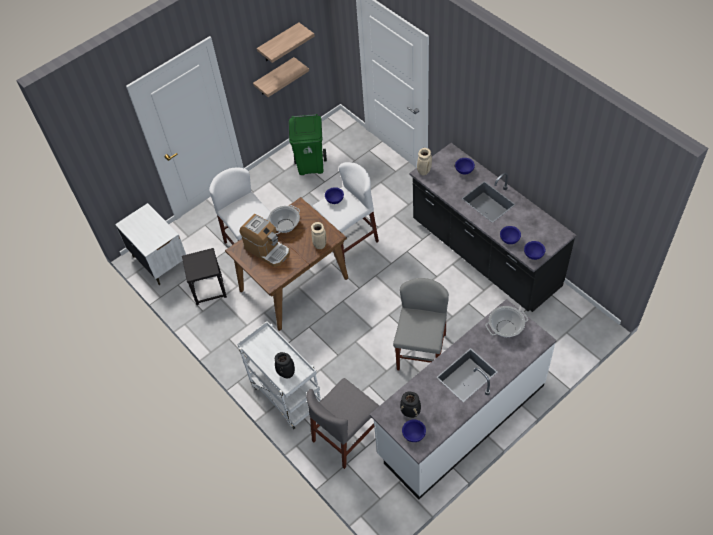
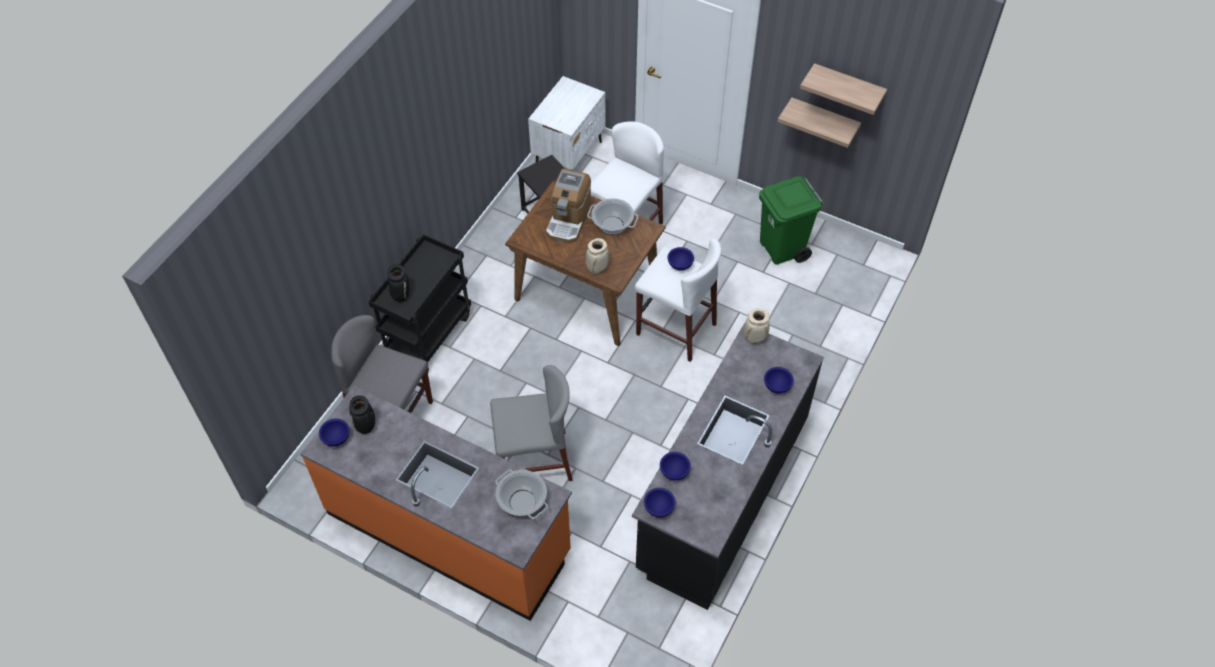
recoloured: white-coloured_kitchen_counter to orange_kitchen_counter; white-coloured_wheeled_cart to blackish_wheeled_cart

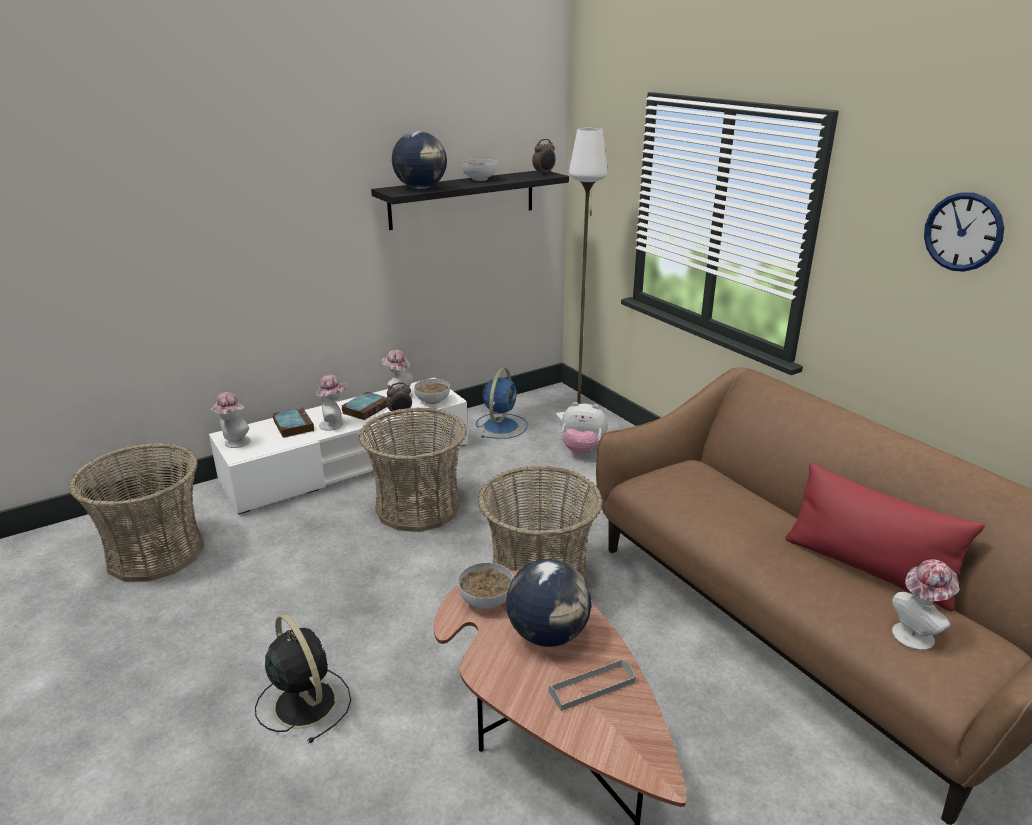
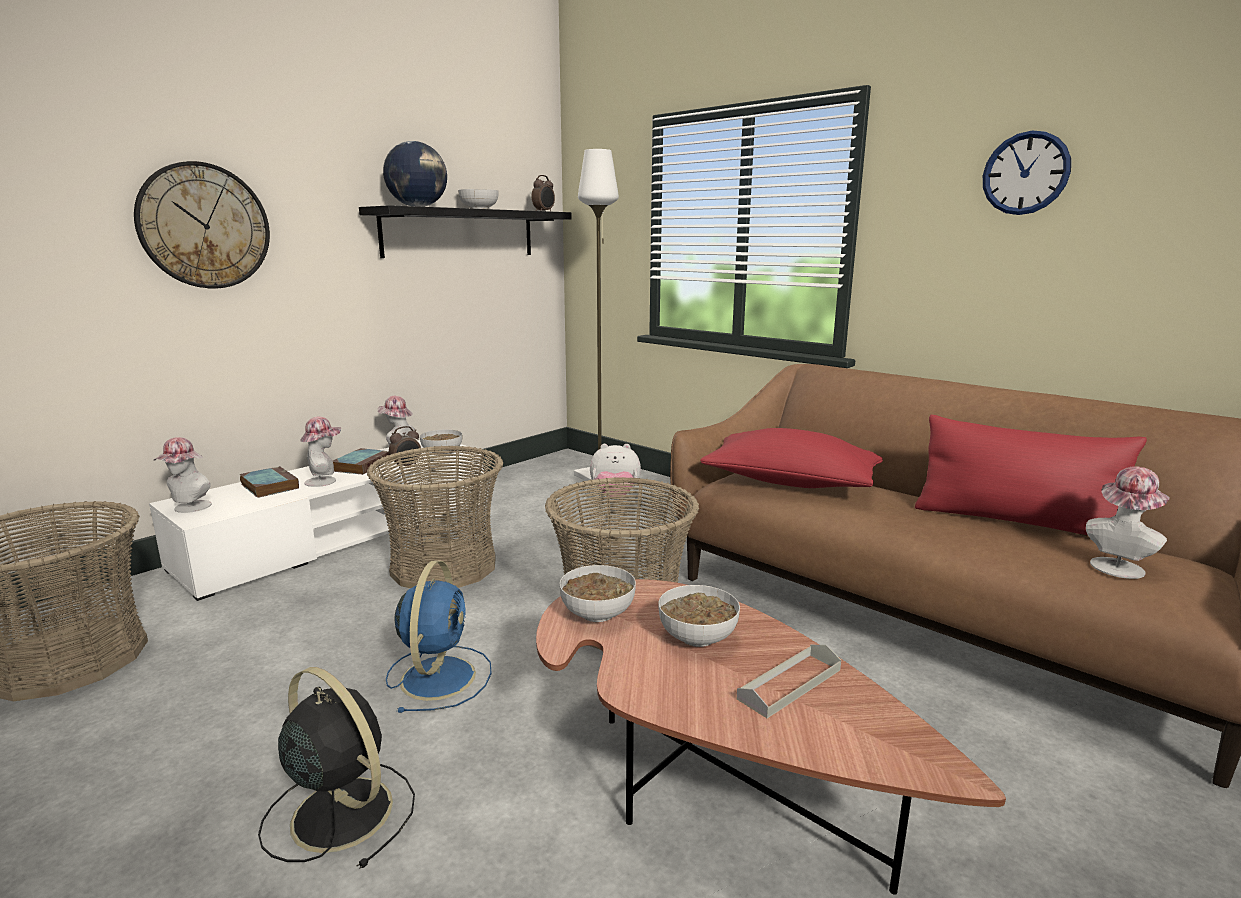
added: clock_on_the_wall (1st from left); red_cushion (1st from left)
moved: blue-coloured_electric_fan
replaced: desk_globe (2nd from left) to deep_dish (4th from left)

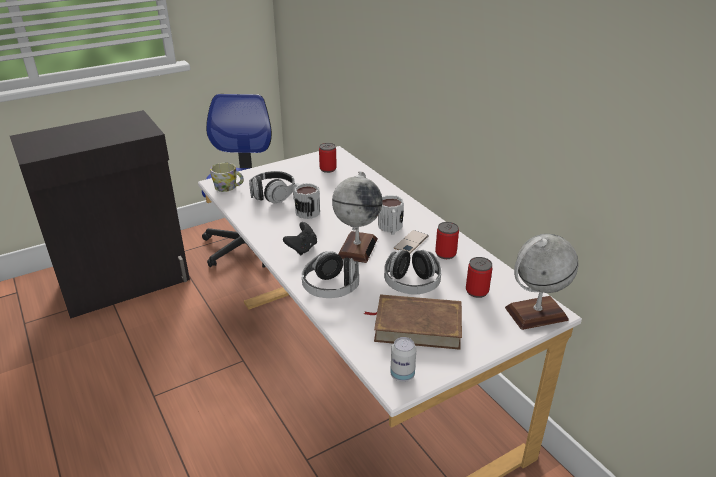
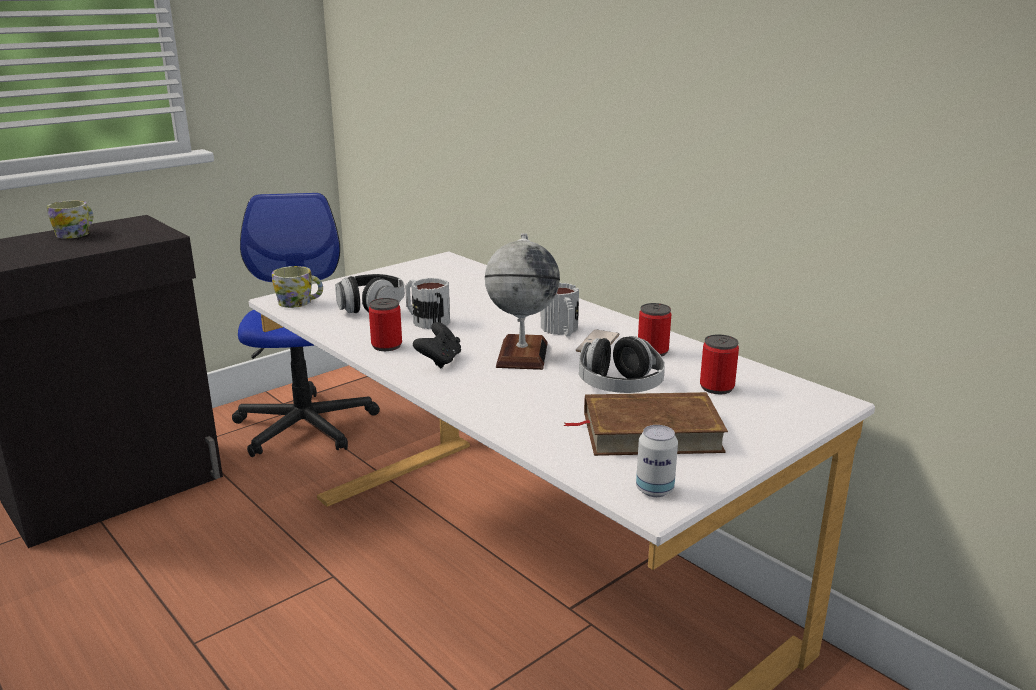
removed: desk_globe (2nd from left); headset (2nd from left)
added: coffee_mug (1st from left)
moved: can (1st from left)

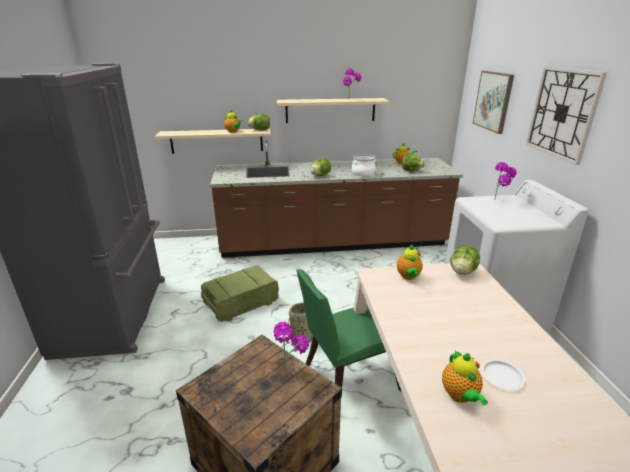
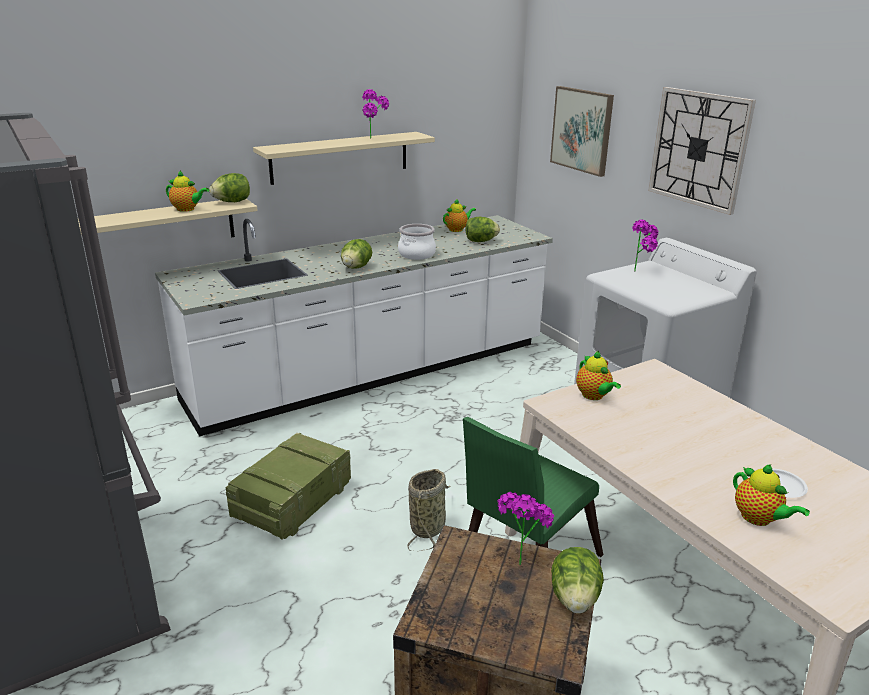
moved: lettuce (4th from left)
recoloured: brown-coloured_kitchen_counter to white-coloured_kitchen_counter

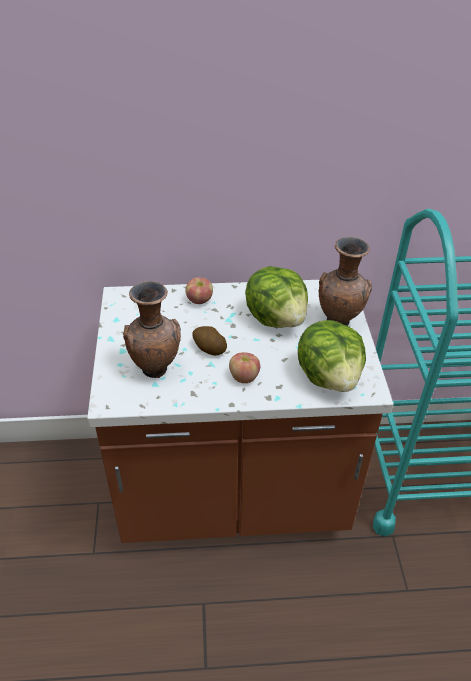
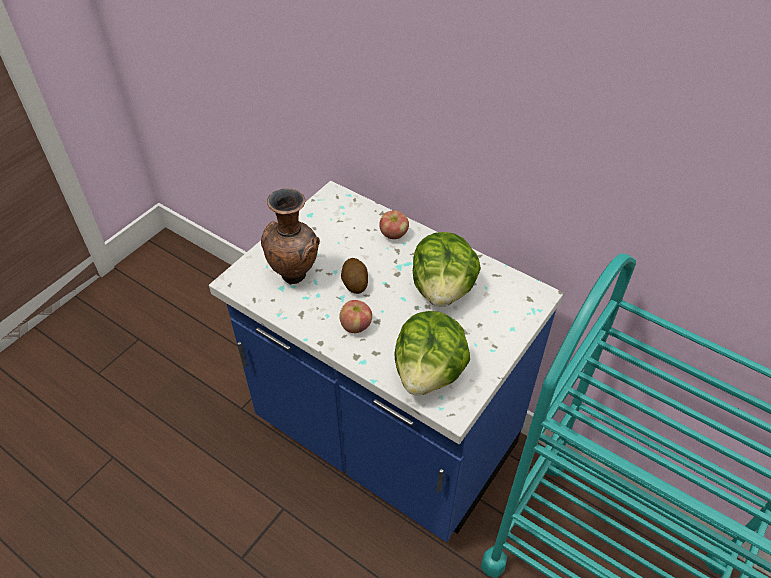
removed: brown-coloured_vase (2nd from left)
recoloured: brown-coloured_kitchen_counter to blue-coloured_kitchen_counter

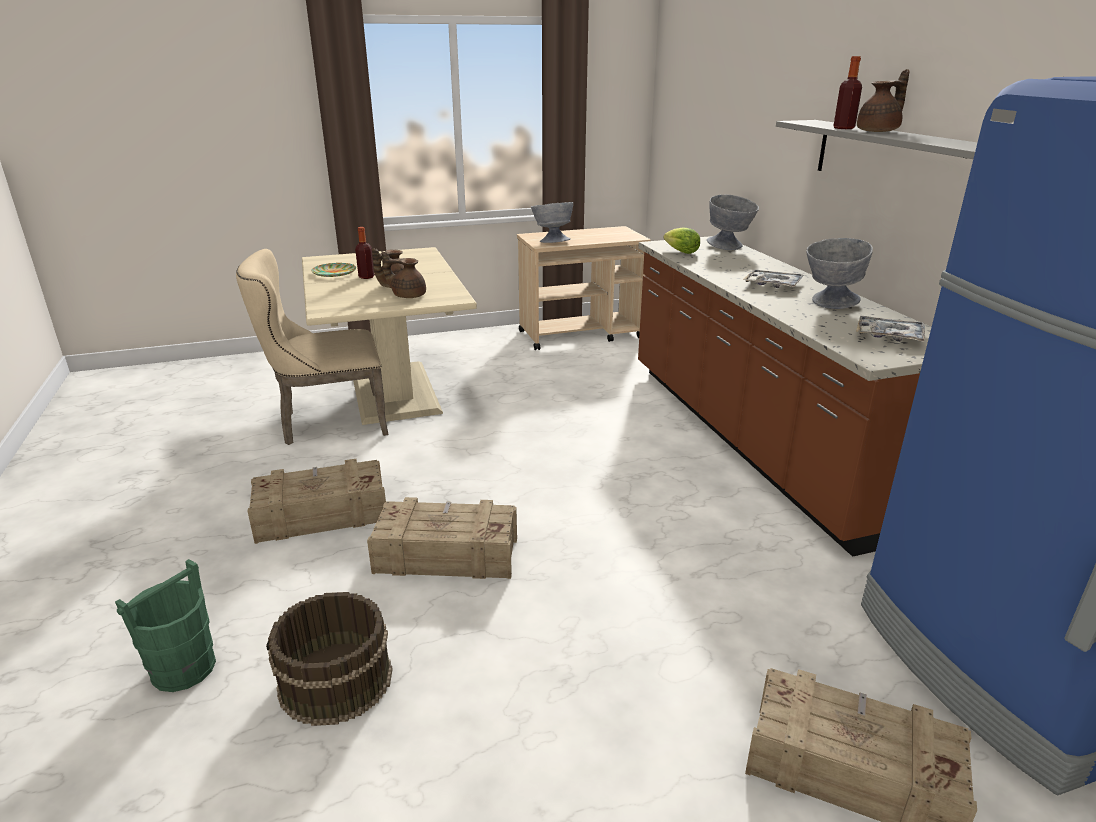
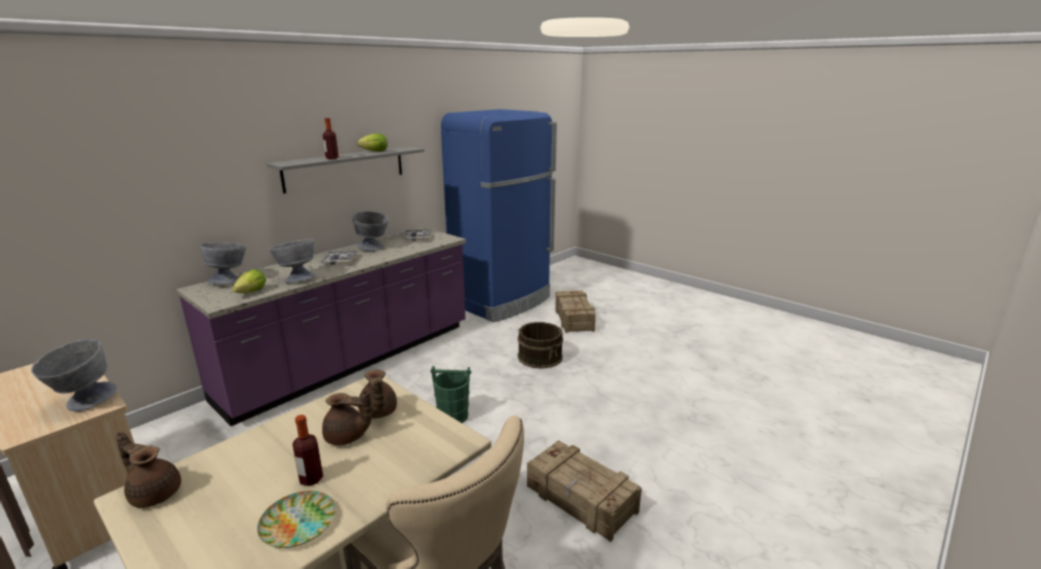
removed: packing_crate (2nd from left)
added: lettuce (2nd from left); greyish_deep_dish (3rd from left)
moved: brown-coloured_teapot (3rd from left in the first image) to brown-coloured_teapot (1st from left); green-coloured_bucket; brown-coloured_bucket
recoloured: brown-coloured_kitchen_counter to purple_kitchen_counter

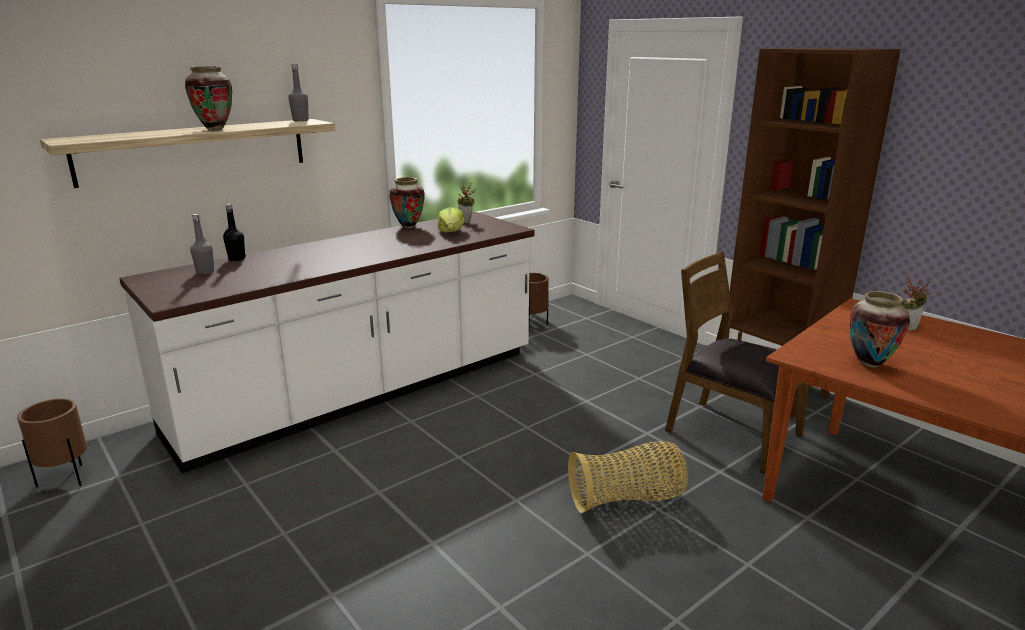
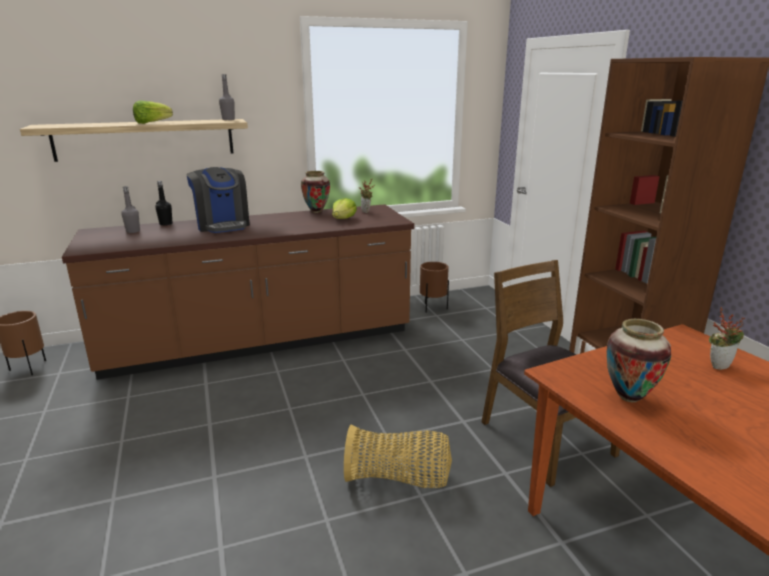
added: coffee_maker
replaced: vase (1st from left) to lettuce (1st from left)
recoloured: white-coloured_kitchen_counter to brown-coloured_kitchen_counter

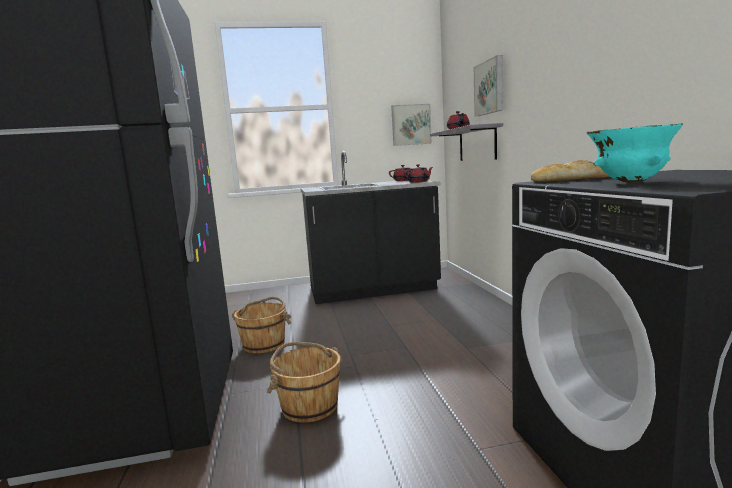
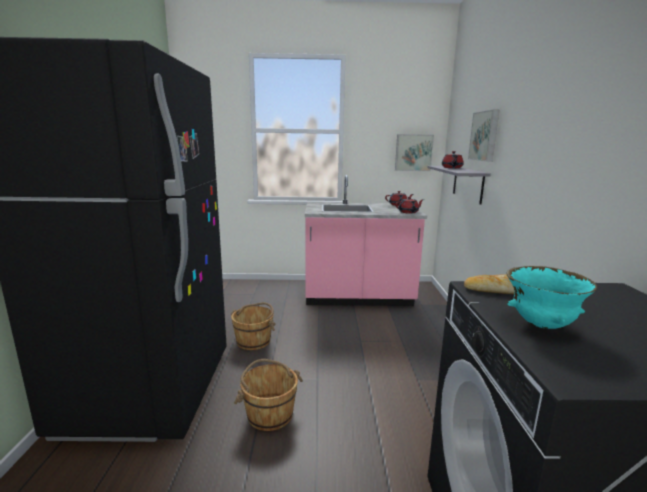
recoloured: blackish_kitchen_counter to pink_kitchen_counter

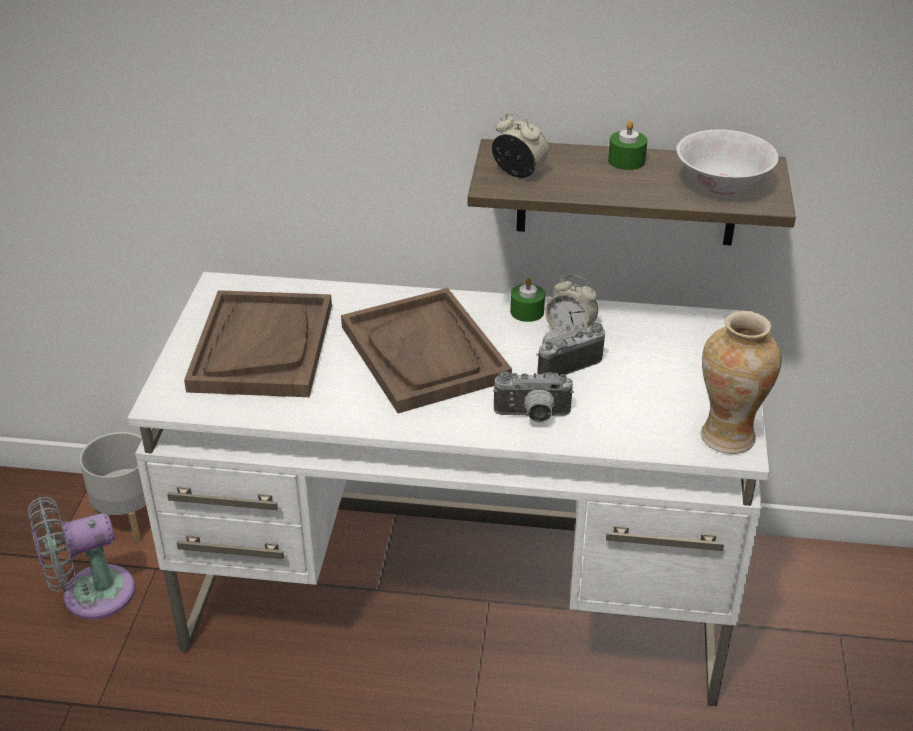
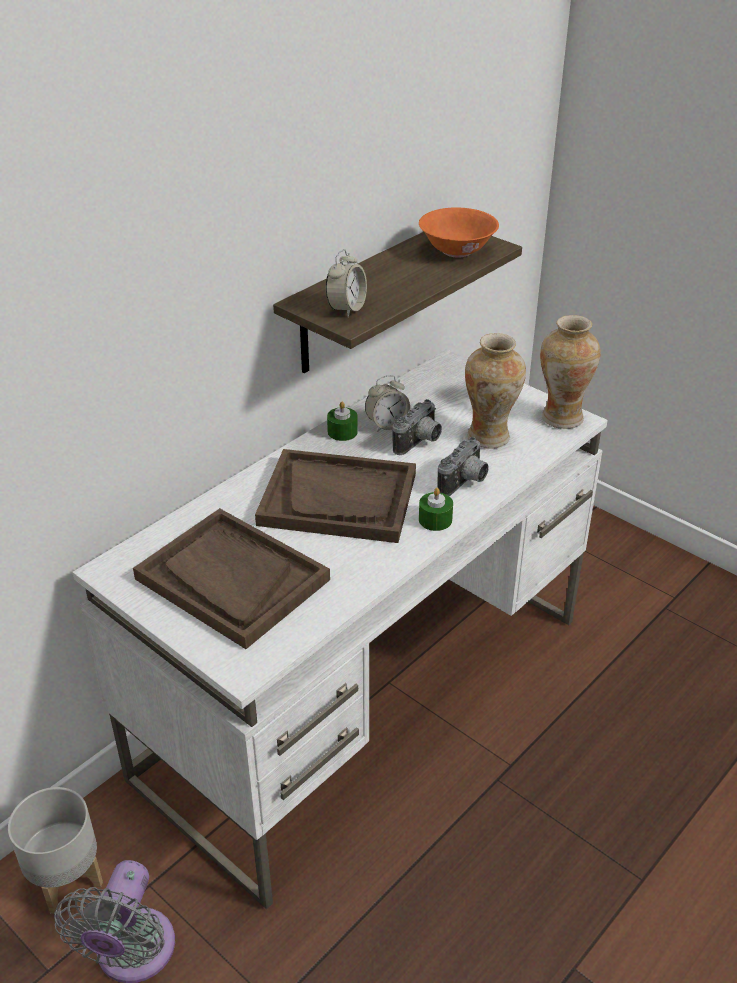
added: vase (1st from left)
moved: green-coloured_candle (2nd from left)
recoloured: white-coloured_deep_dish to orange_deep_dish
turned: table_clock (1st from left) 135 degrees clockwise; still_camera (2nd from left in the first image) 150 degrees counterclockwise

